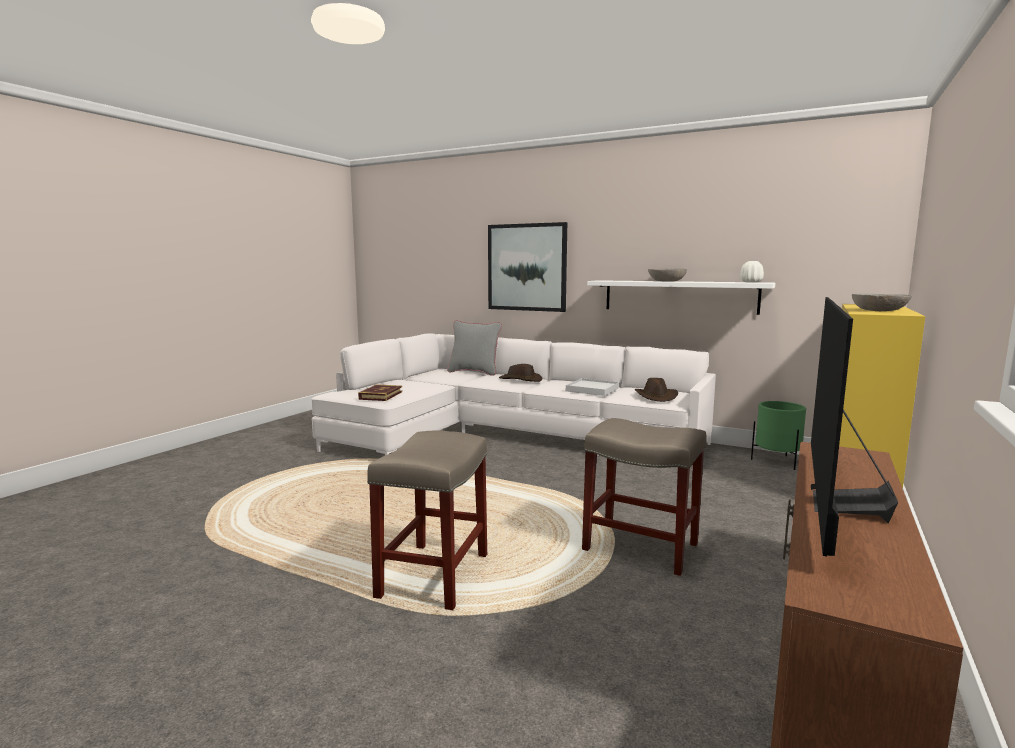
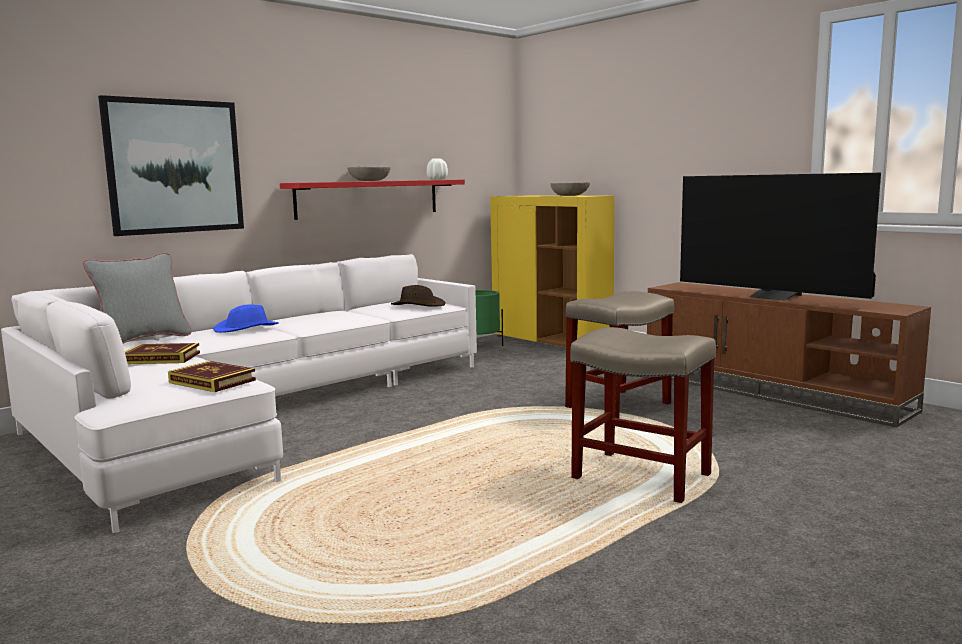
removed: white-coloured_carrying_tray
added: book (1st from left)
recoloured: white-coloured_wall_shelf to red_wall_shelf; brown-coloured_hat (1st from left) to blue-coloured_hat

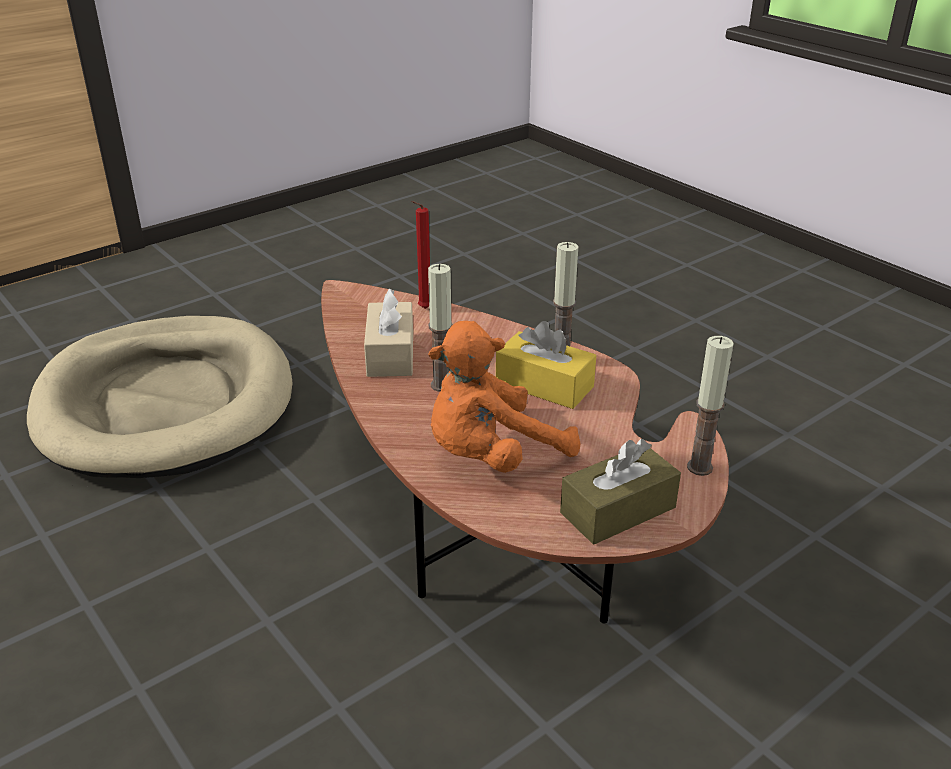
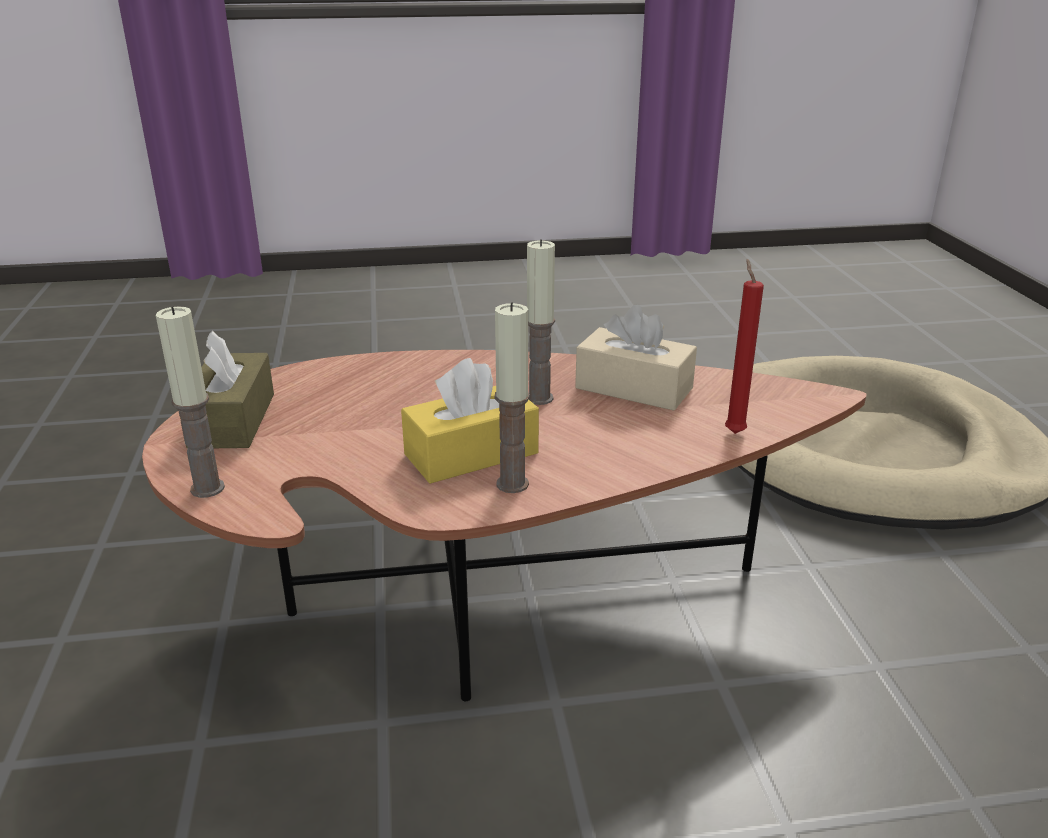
removed: orange_soft_toy

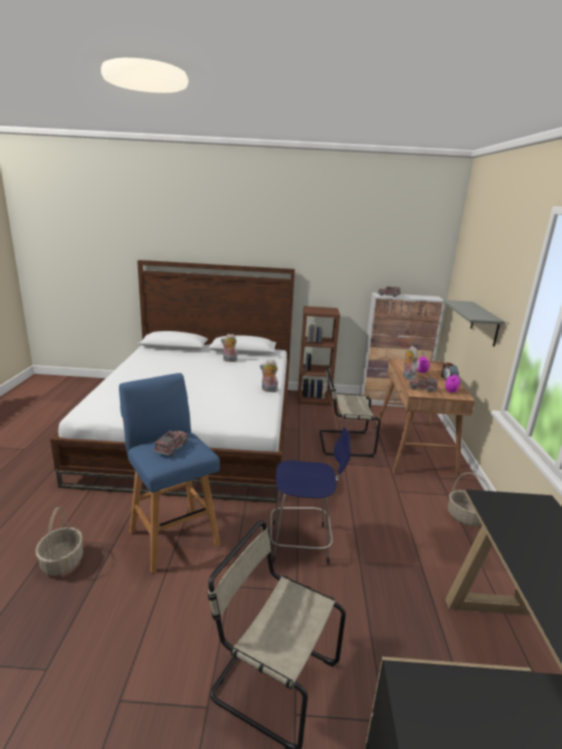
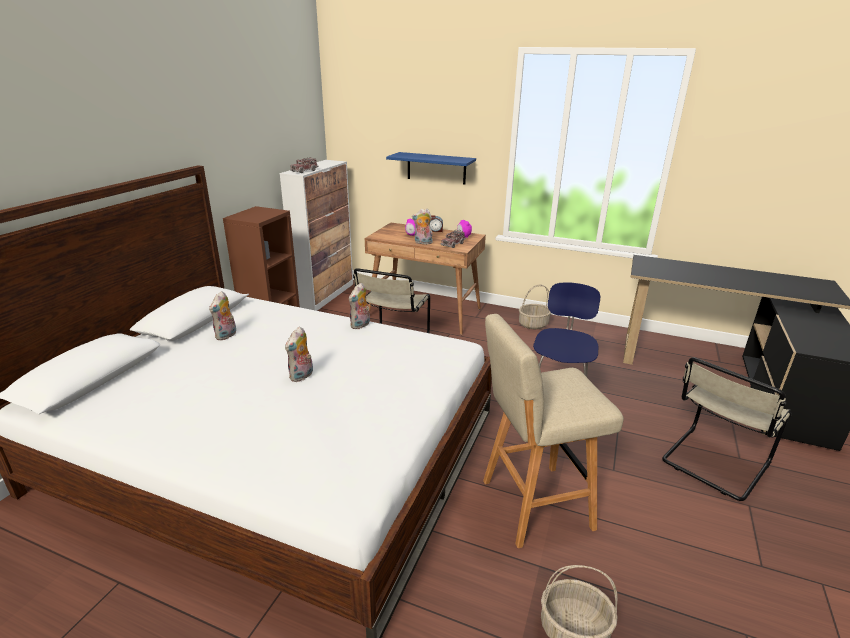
removed: toy_truck (1st from left)
added: soft_toy (2nd from left)
recoloured: greyish_wall_shelf to blue-coloured_wall_shelf; blue-coloured_stool_seat (1st from left) to beige-coloured_stool_seat

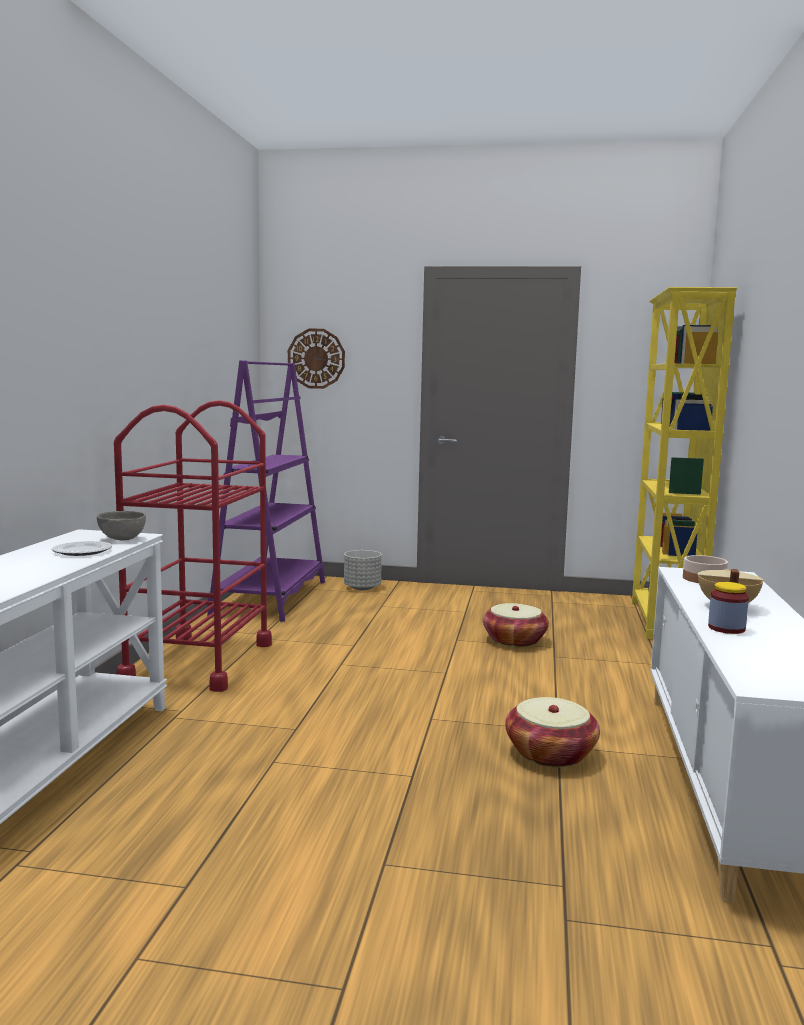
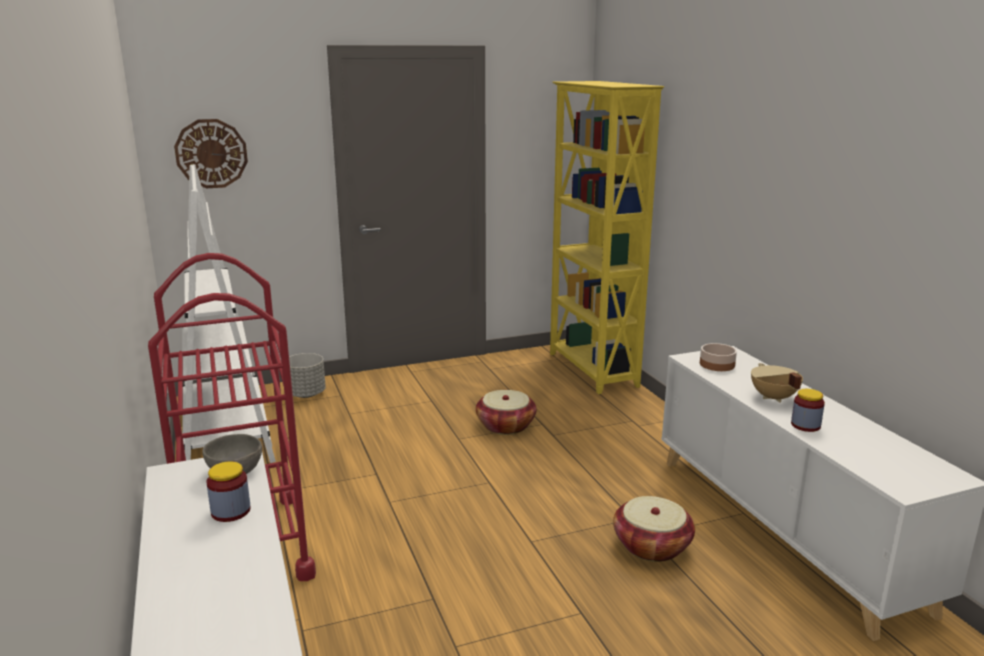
replaced: flat_dish to jar (1st from left)
recoloured: purple_bookcase to white-coloured_bookcase

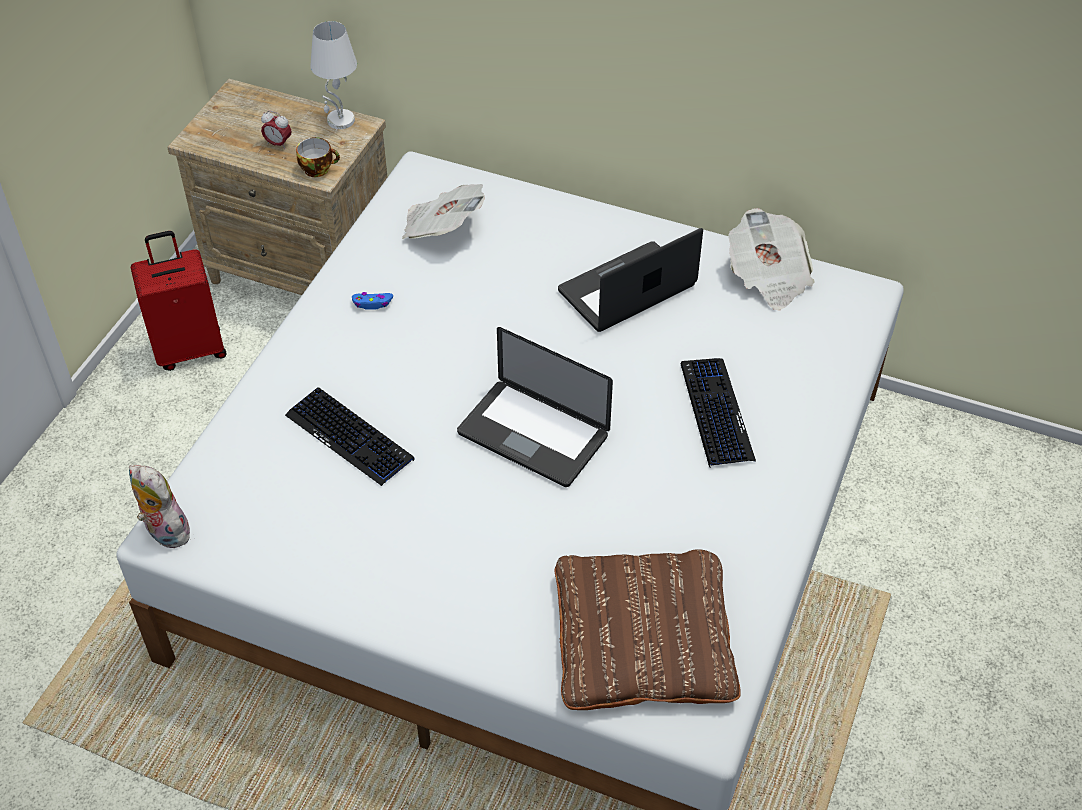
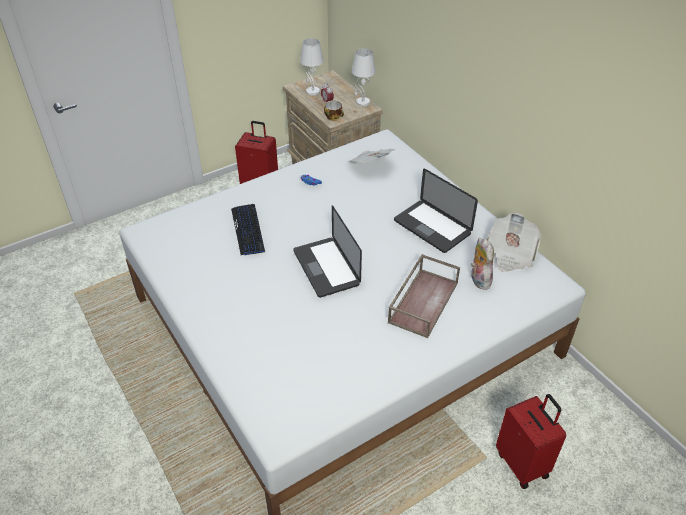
removed: brown-coloured_cushion
added: white-coloured_tabletop_lamp (1st from left); red_suitcase (2nd from left)
moved: soft_toy
replaced: computer_keyboard (2nd from left) to brown-coloured_carrying_tray
turned: laptop (2nd from left) 135 degrees counterclockwise

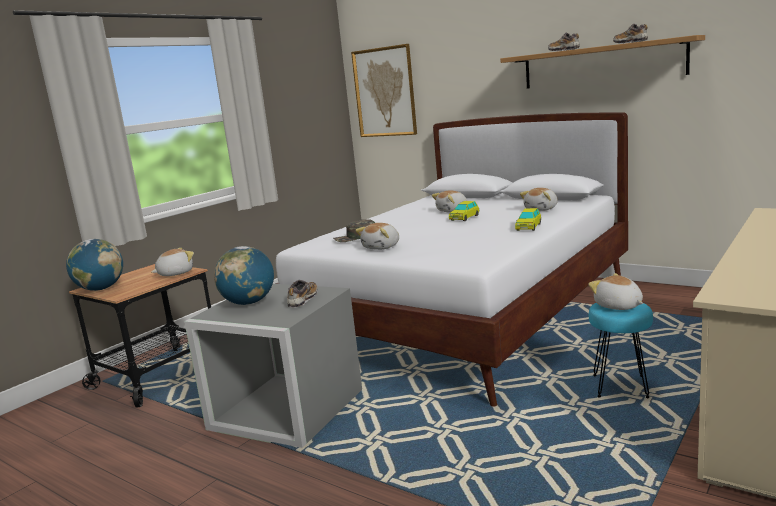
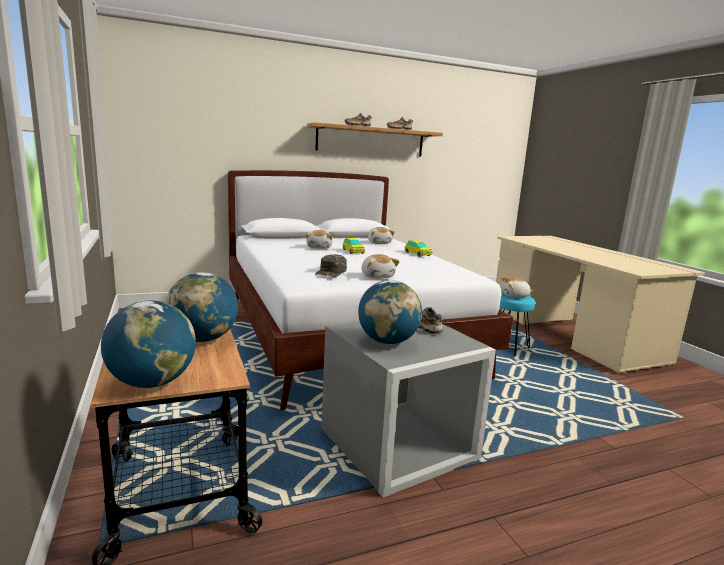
removed: wall_art
replaced: soft_toy (1st from left) to desk_globe (2nd from left)

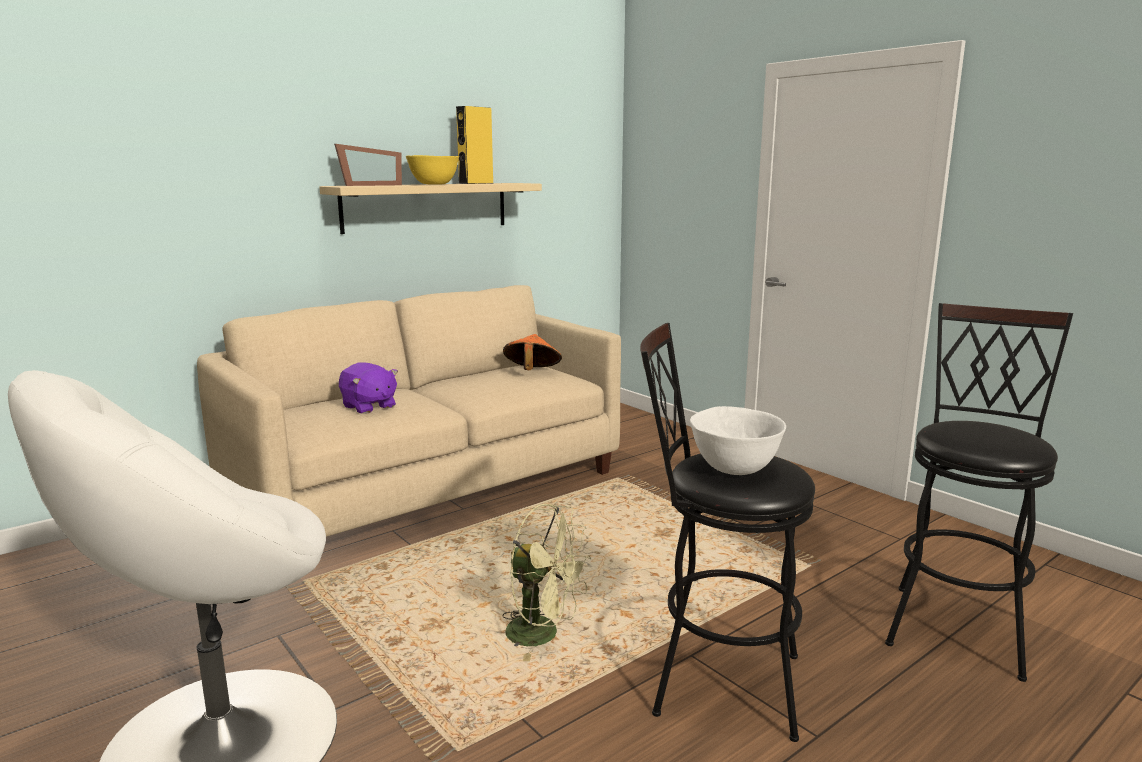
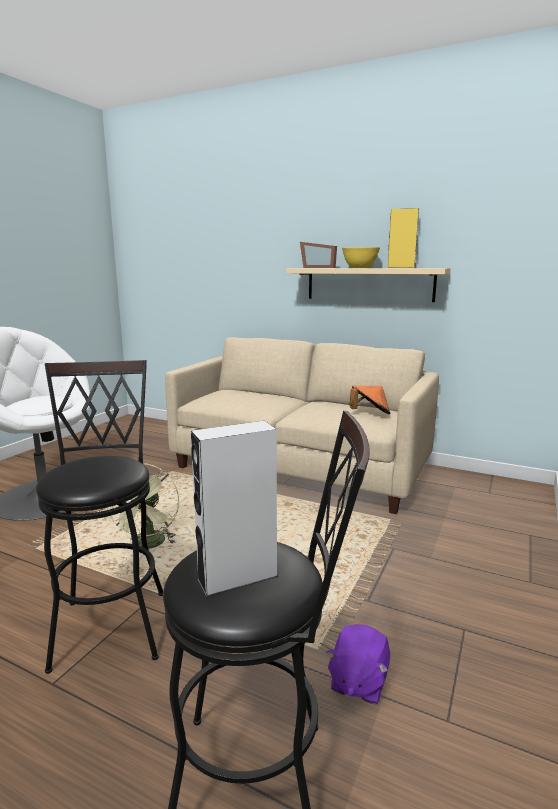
removed: white-coloured_deep_dish
added: greyish_audio_speaker
moved: purple_soft_toy

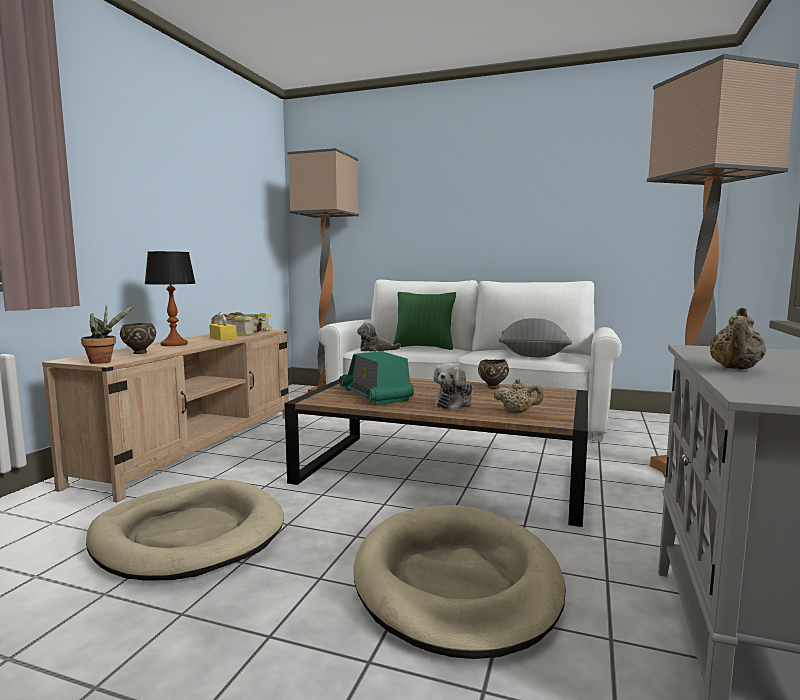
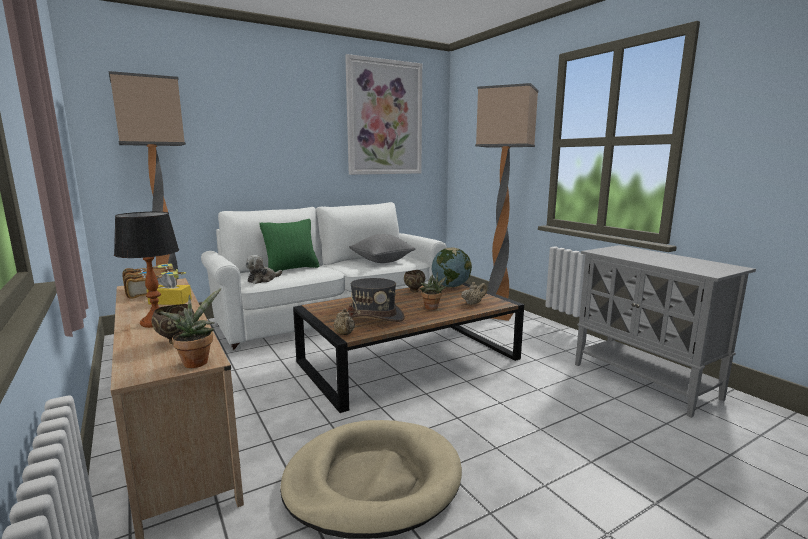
removed: beige-coloured_dog_cushion (2nd from left)
added: wall_art; desk_globe
moved: beige-coloured_teapot (2nd from left in the first image) to beige-coloured_teapot (1st from left)
replaced: radio to greyish_hat; soft_toy (2nd from left) to potted_plant (2nd from left)

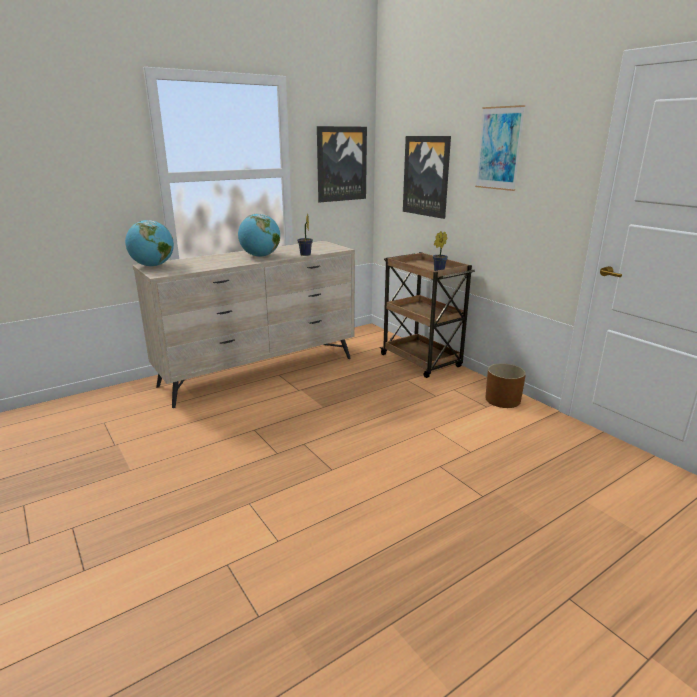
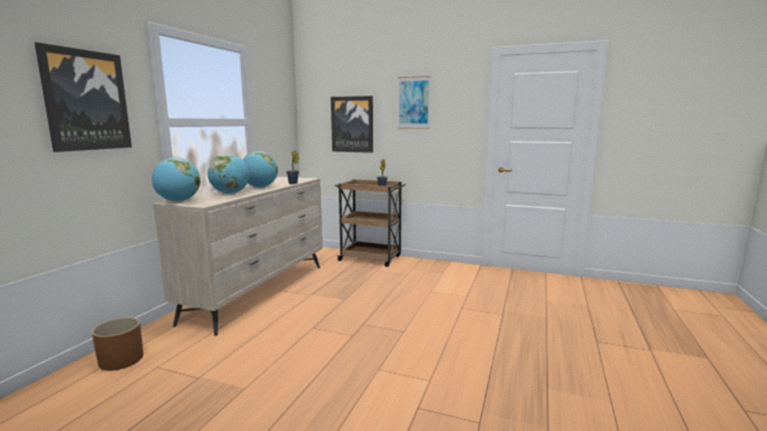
added: desk_globe (2nd from left)
moved: wall_art (1st from left); brown-coloured_flower_pot

